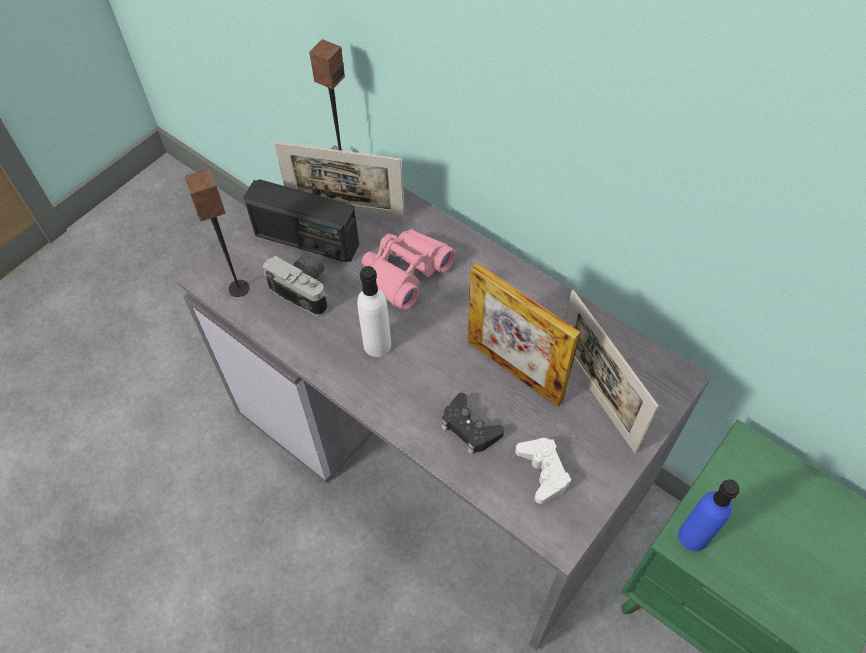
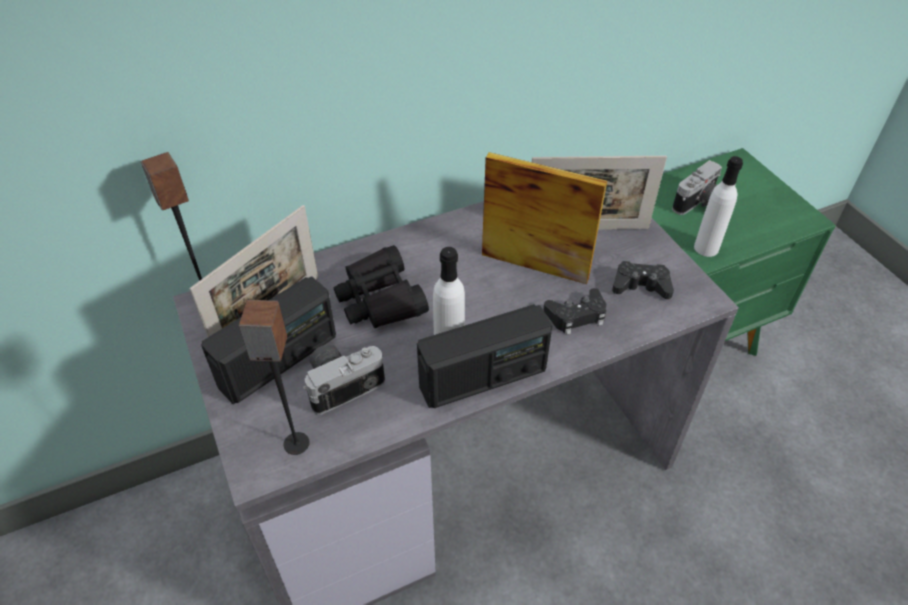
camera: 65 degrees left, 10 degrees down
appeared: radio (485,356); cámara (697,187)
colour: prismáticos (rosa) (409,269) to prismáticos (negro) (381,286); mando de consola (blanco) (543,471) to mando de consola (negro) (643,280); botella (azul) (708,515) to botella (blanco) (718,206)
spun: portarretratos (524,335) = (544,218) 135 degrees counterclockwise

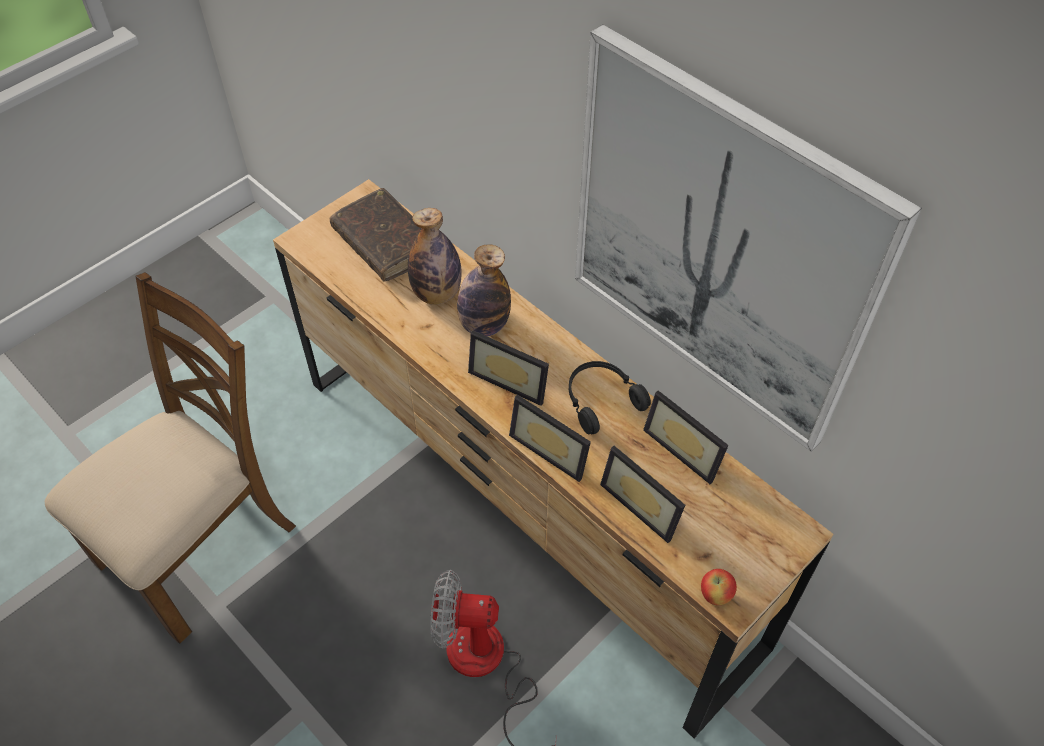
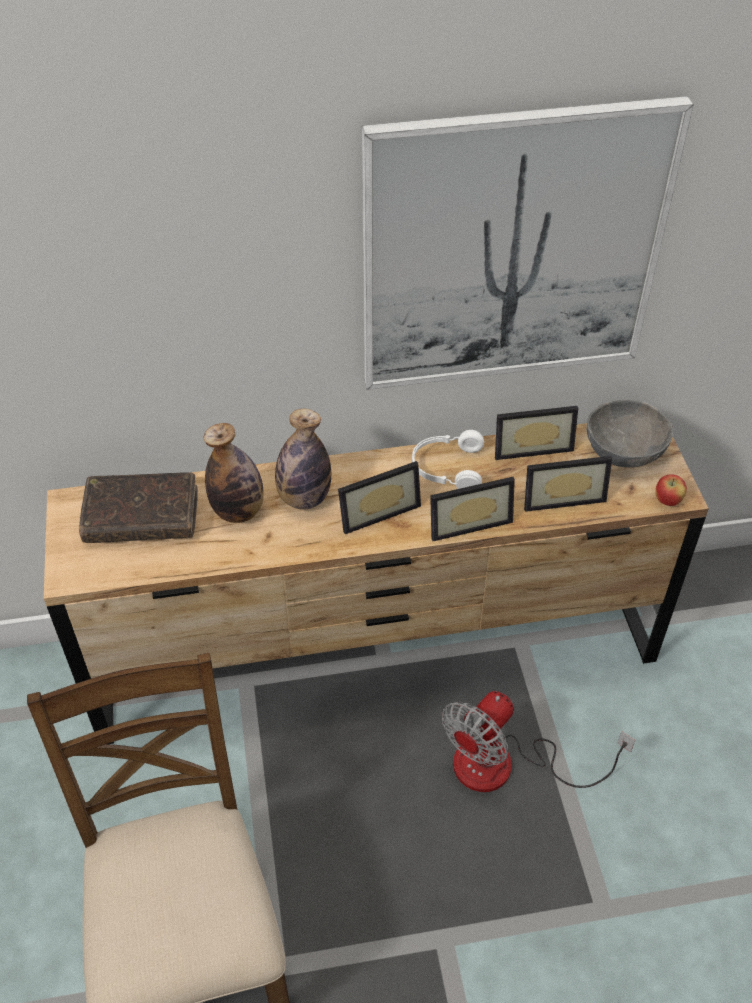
camera: 55 degrees left, 5 degrees down
appeared: cuenco (gris) (630,433)
colour: auriculares (negro) (610,397) to auriculares (blanco) (448,459)

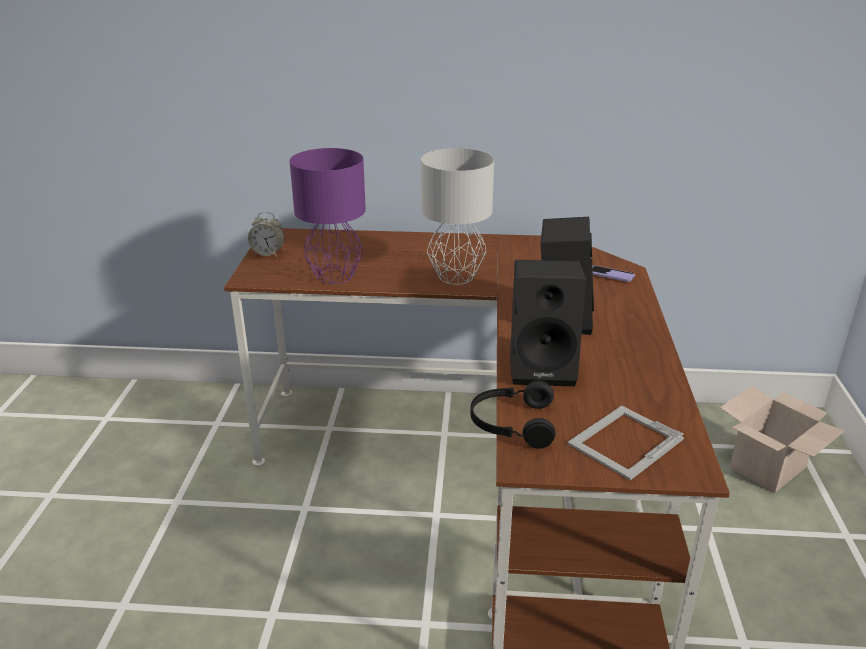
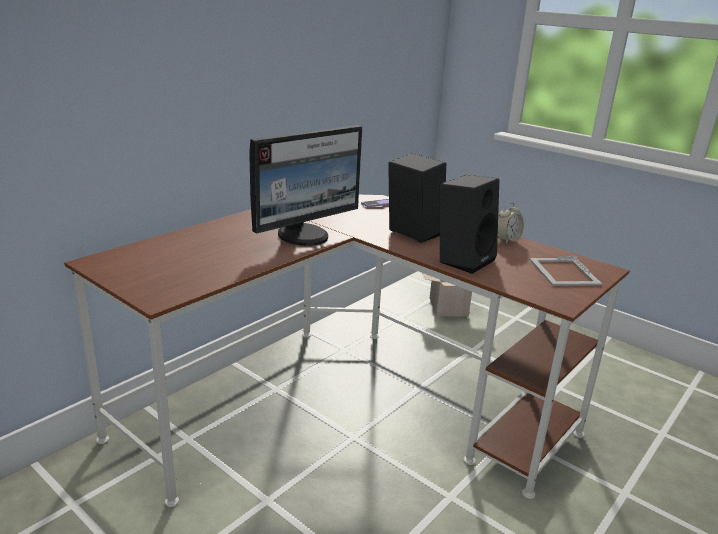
camera: 55 degrees left, 5 degrees down
missing: lámpara de mesa (morado) (328,216); auriculares (negro) (513,414)
relocated: despertador (266,234) to (511,223)
exchanged: lámpara de mesa (gris) (457,216) to monitor (305,185)

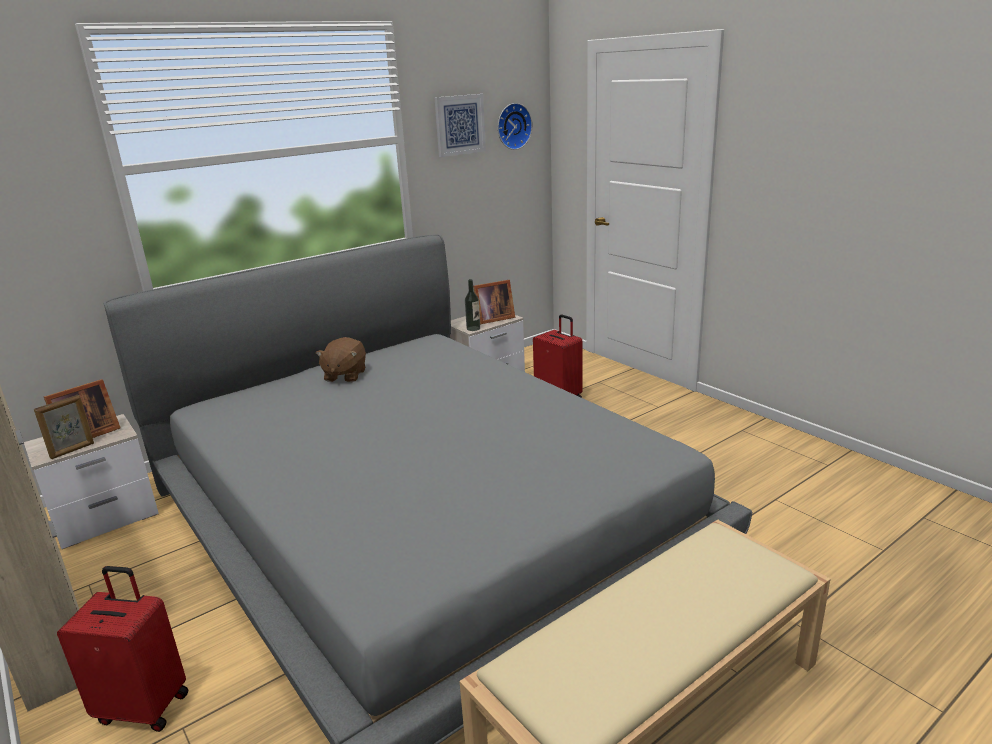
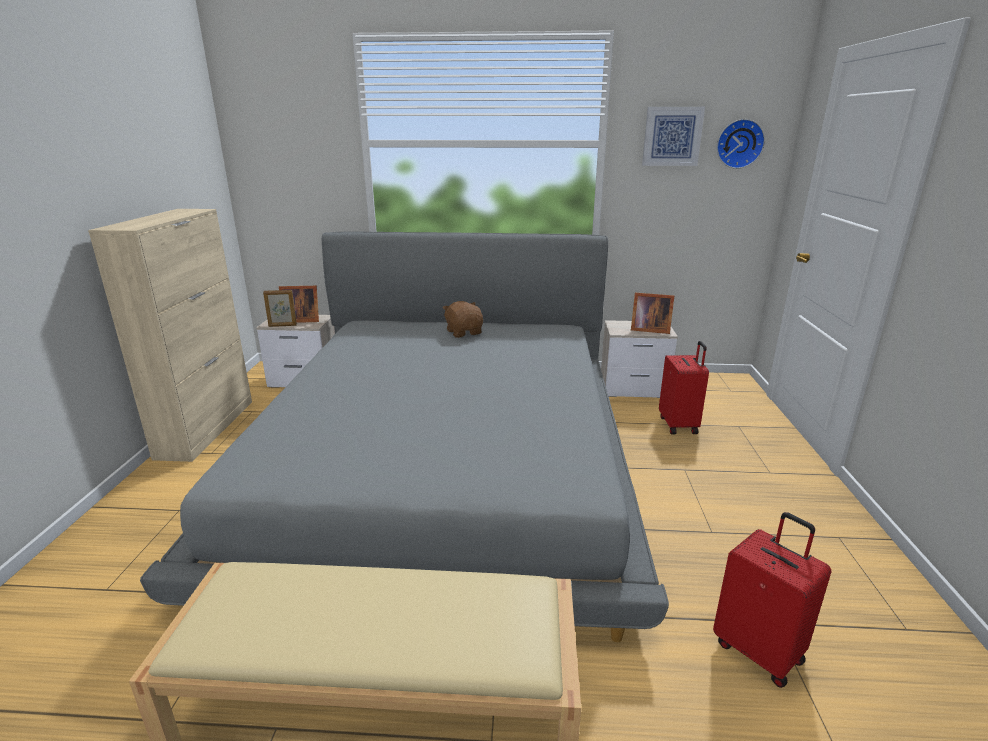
camera: 40 degrees right, 0 degrees up
missing: botella (472,305)
relocated: maleta (rojo) (123,649) to (772,600)
spun: peluche (marrón) (341,359) = (462,319) 105 degrees clockwise

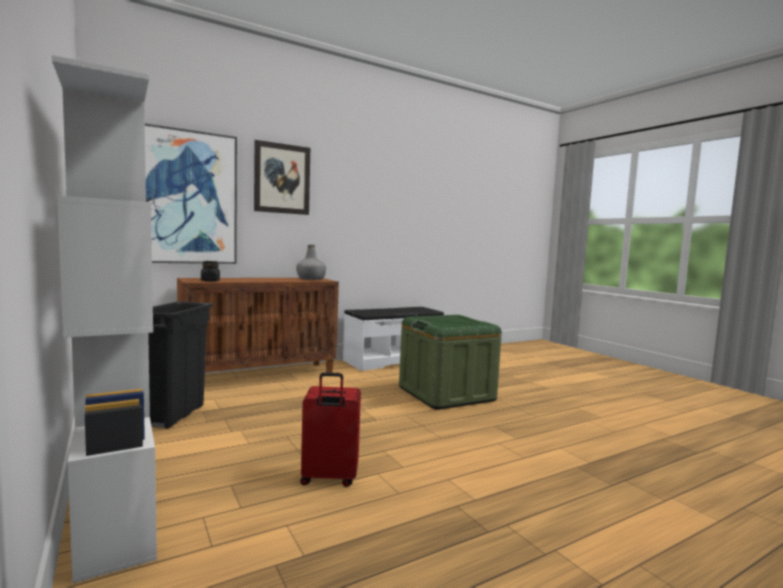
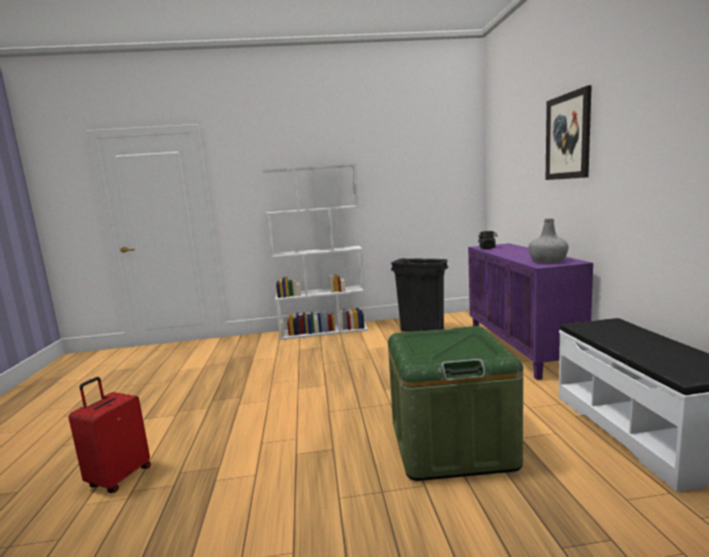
camera: 115 degrees right, 5 degrees up
missing: cuadro (191,194)
relocated: maleta (rojo) (330,429) to (110,435)
colour: armario (marrón) (258,325) to armario (morado) (530,311)

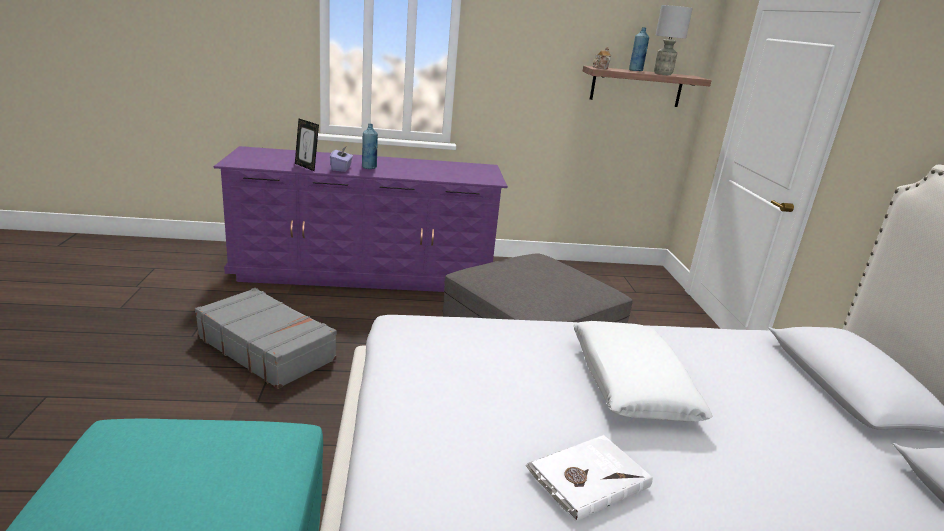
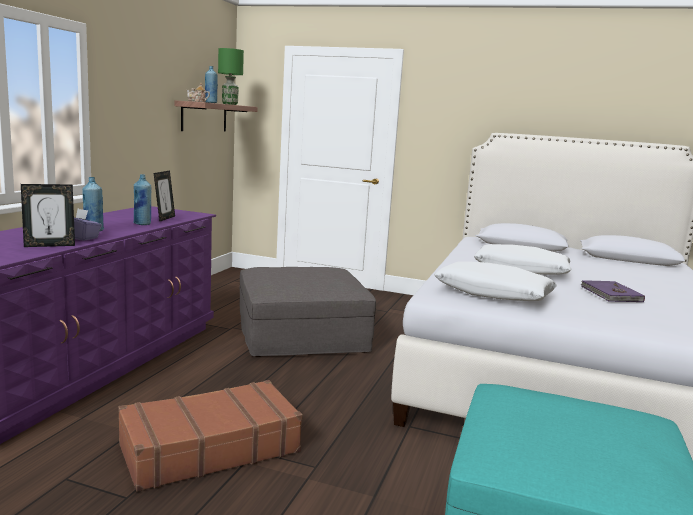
camera: 65 degrees left, 10 degrees down
appeared: botella (azul) (142,199); portarretratos (164,196); cojín (blanco) (495,281)
colour: maleta (gris) (266,338) to maleta (marrón) (210,436); lámpara de mesa (gris) (673,40) to lámpara de mesa (verde) (231,76); libro (blanco) (589,478) to libro (morado) (613,291)

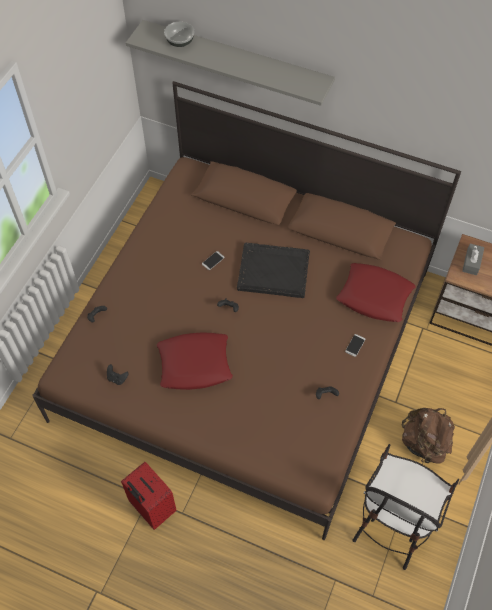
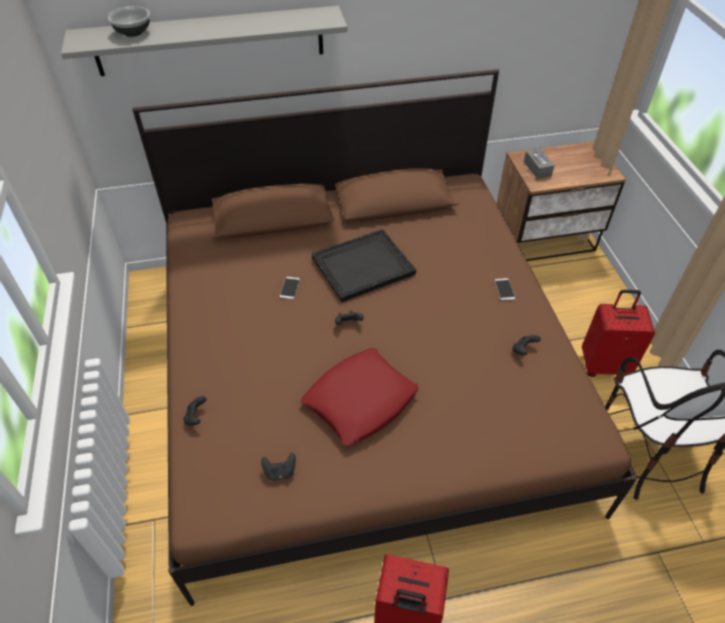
camera: 35 degrees left, 10 degrees down
missing: cojín (rojo) (376,292)
exchanged: mochila (marrón) (428,436) to maleta (rojo) (618,333)

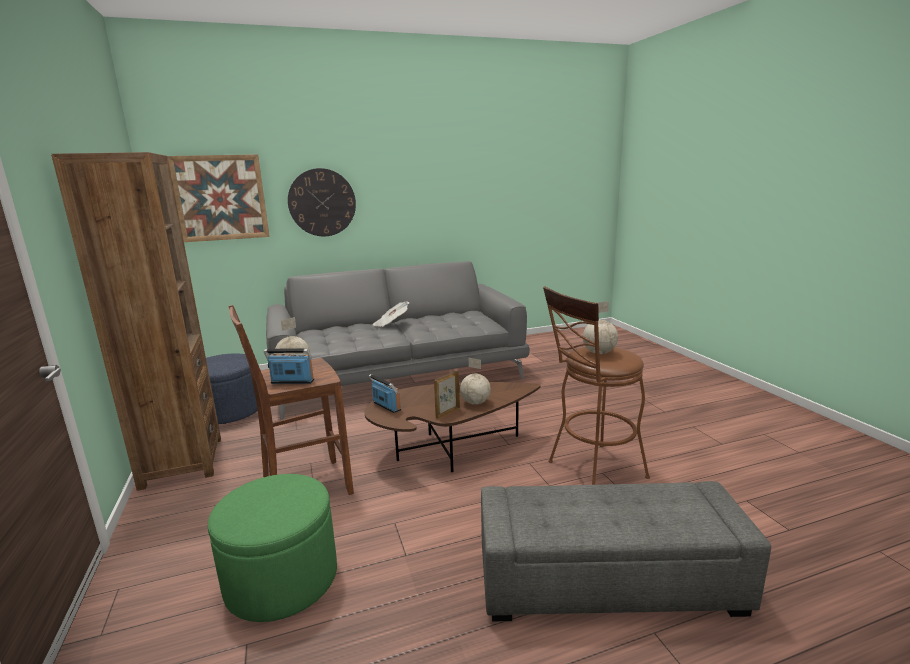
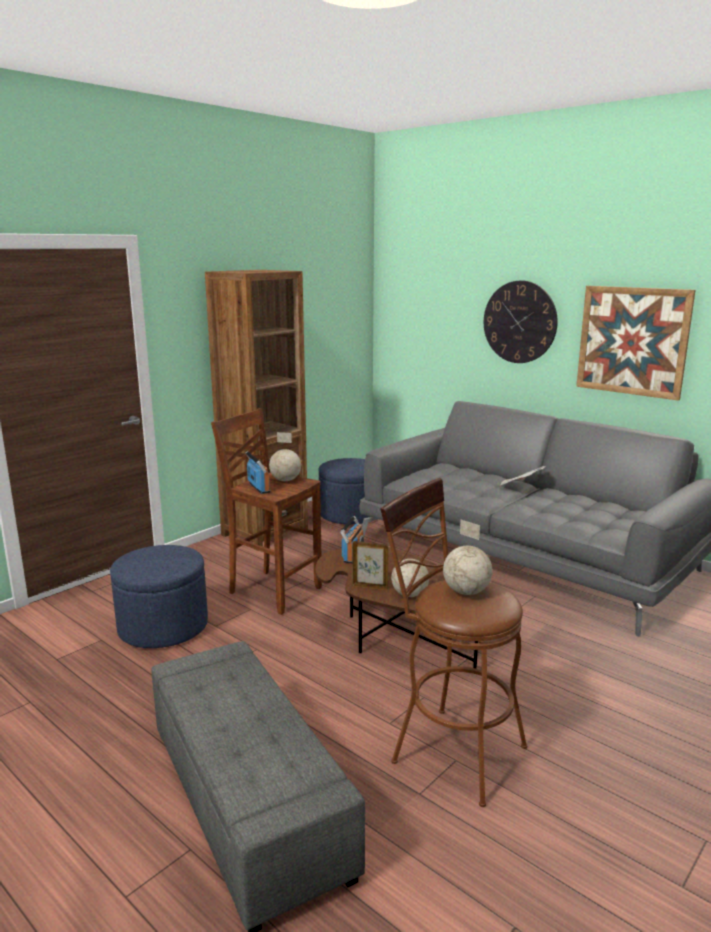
camera: 60 degrees right, 0 degrees up
relocated: cuadro (219,198) to (636,343)
colour: puf (verde) (272,548) to puf (azul) (159,596)

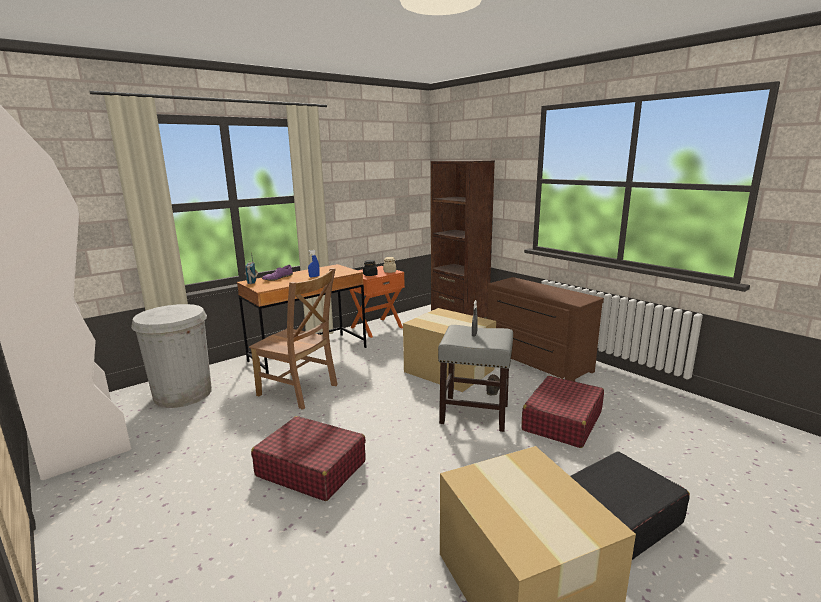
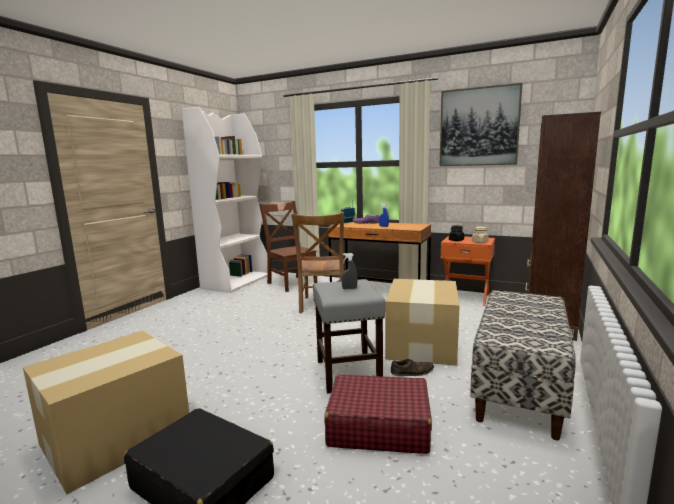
camera: 65 degrees right, 5 degrees down
missing: maleta (rojo) (308,458)
appeared: cuadro (481,124)
exchanged: papelera (blanco) (171,356) to silla (marrón) (288,246); cómoda (marrón) (545,329) to banco (523,365)

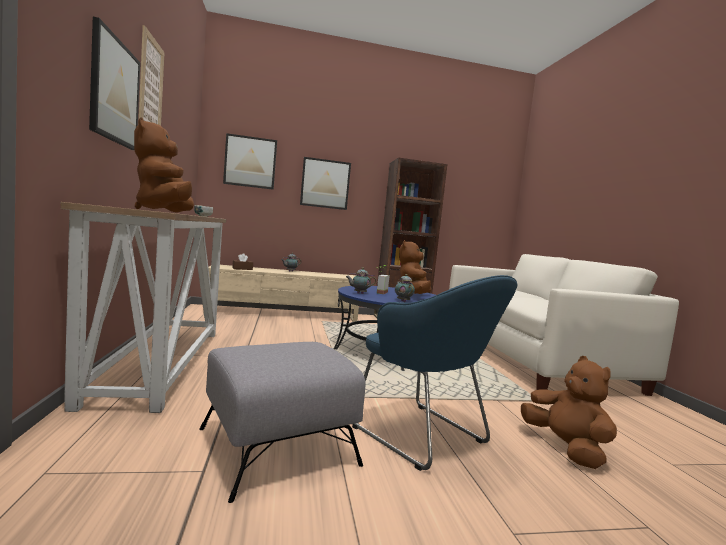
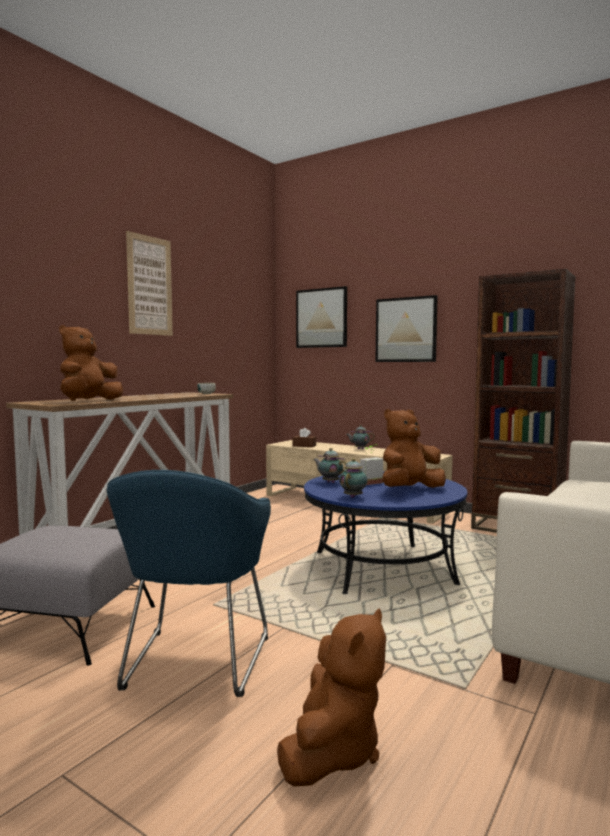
camera: 45 degrees right, 0 degrees up
missing: cuadro (114,83)

